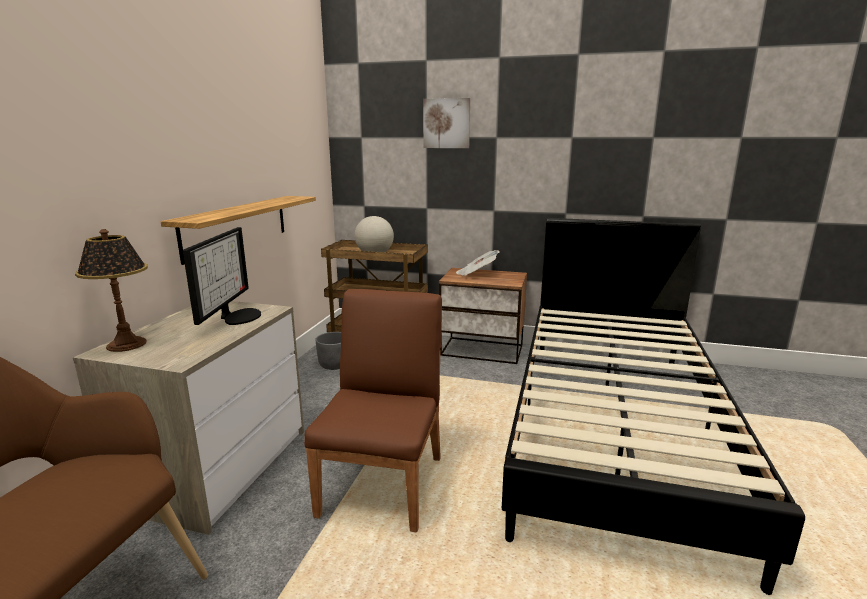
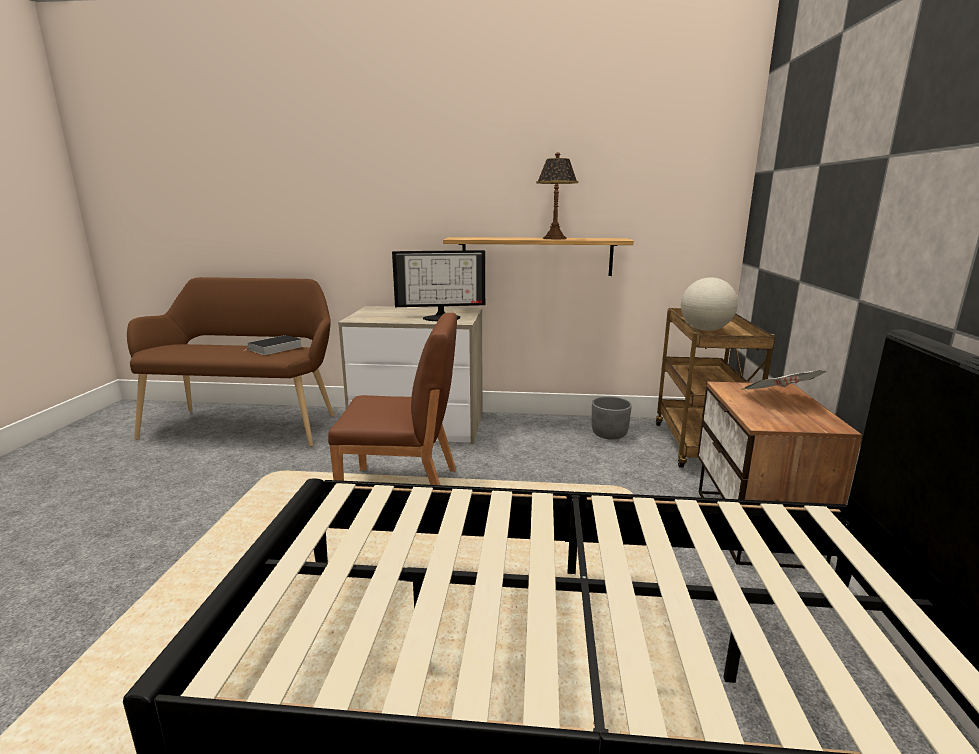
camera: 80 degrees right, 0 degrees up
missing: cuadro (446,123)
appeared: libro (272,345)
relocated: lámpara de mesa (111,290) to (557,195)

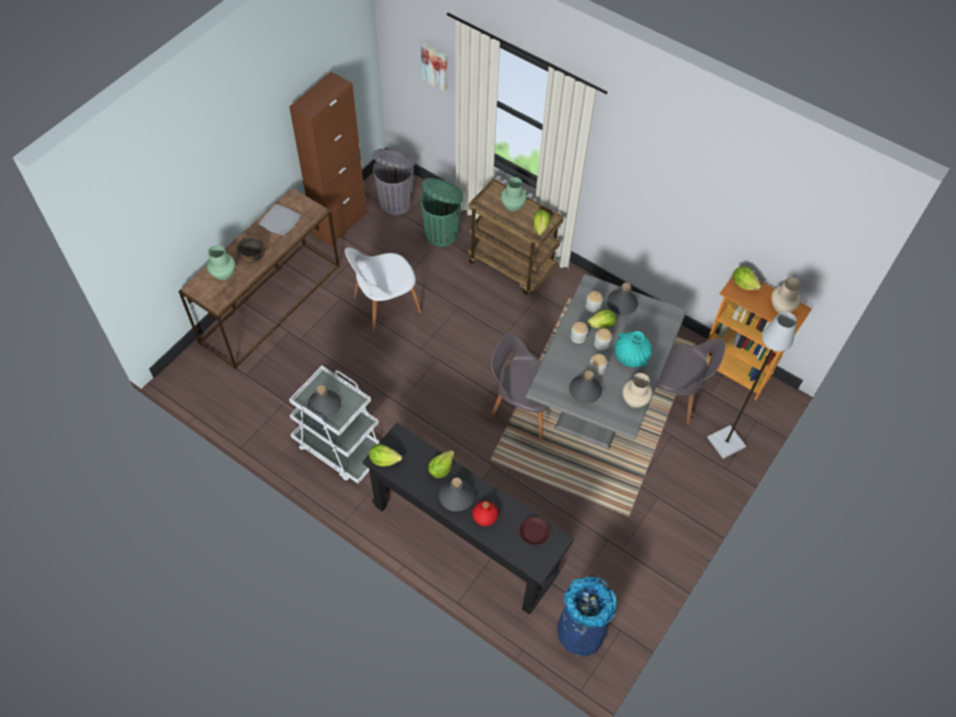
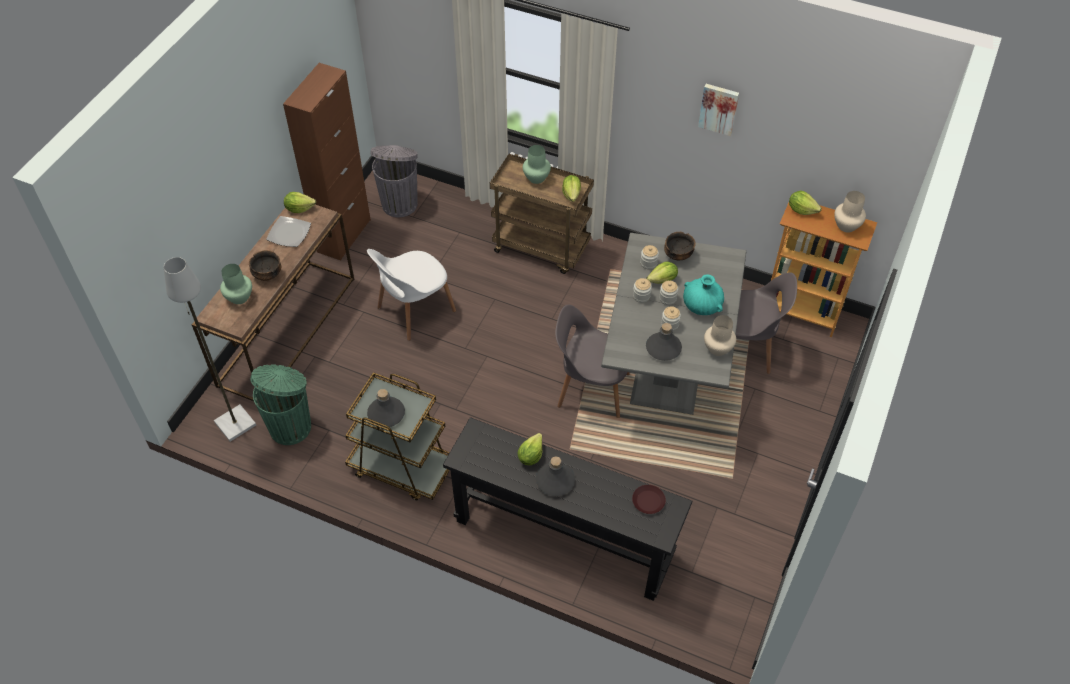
camera: 10 degrees left, 5 degrees down
missing: botella (rojo) (485,513); papelera (azul) (587,616)
relocated: lámpara de pie (gris) (752,385) to (210,349); papelera (verde) (442,212) to (280,404); lechuga (386,455) to (300,202); cuadro (434,66) to (718,110)
exchanged: botella (gris) (622,299) to cuenco (680,246)
colour: carrito (blanco) (334,425) to carrito (marrón) (397,436)

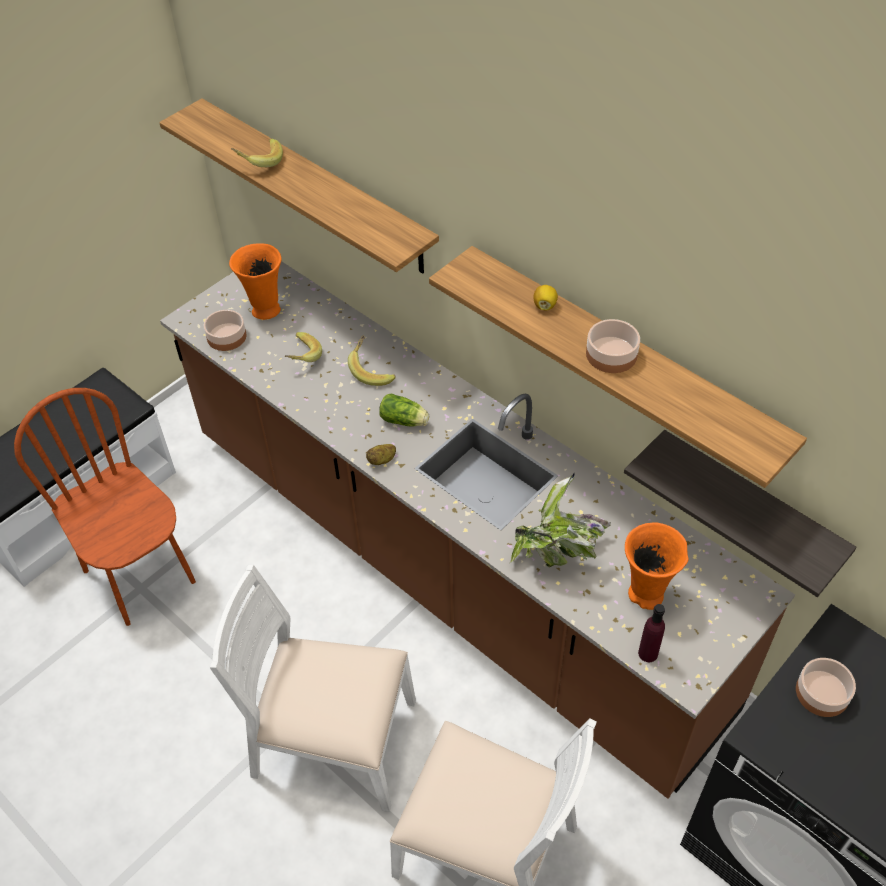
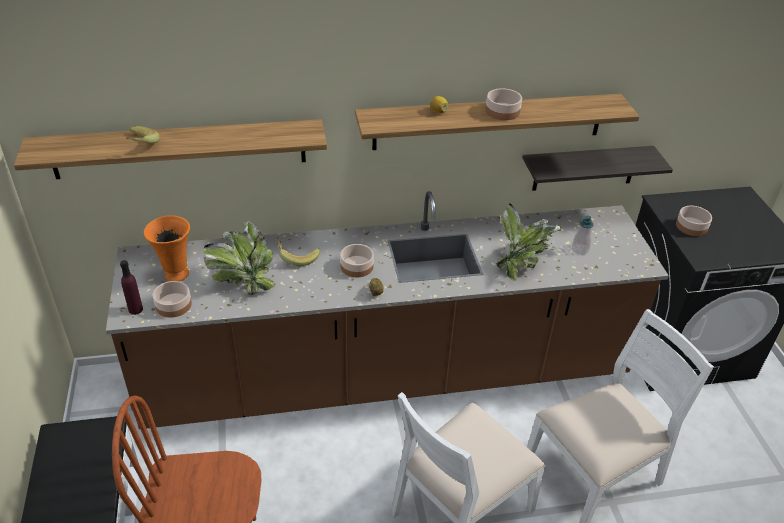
camera: 55 degrees left, 10 degrees down
relocated: botella (morado) (651,633) to (131,287)
exchanged: plátano (303,347) to planta en maceta (239,258); lechuga (404,410) to cuenco (357,260); florero (naranja) (656,566) to dispensador de jabón (582,235)

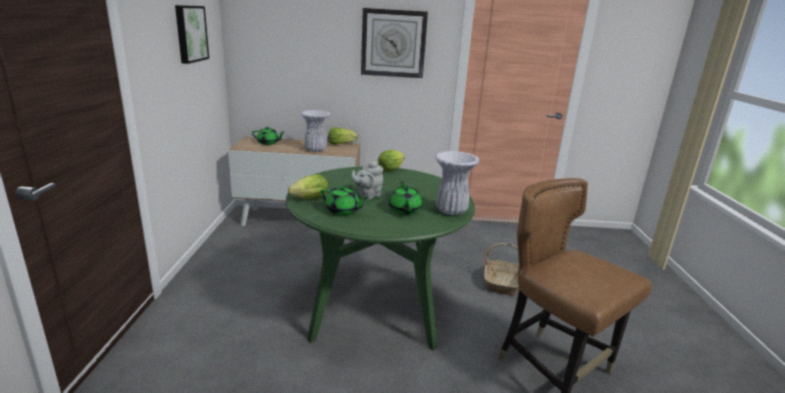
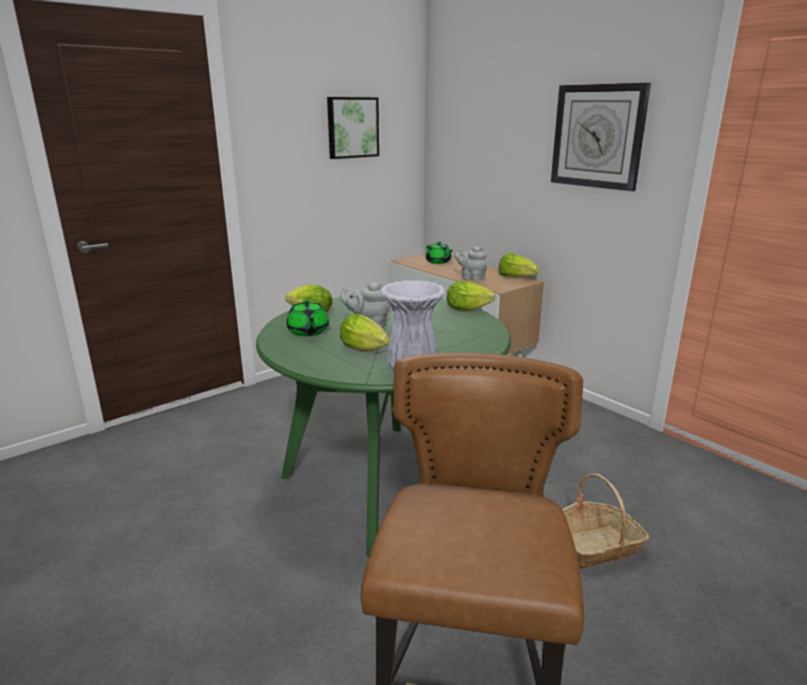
camera: 50 degrees right, 0 degrees up
exchanged: tetera (verde) (405,198) to lechuga (364,332); florero (blanco) (315,131) to tetera (gris) (470,263)

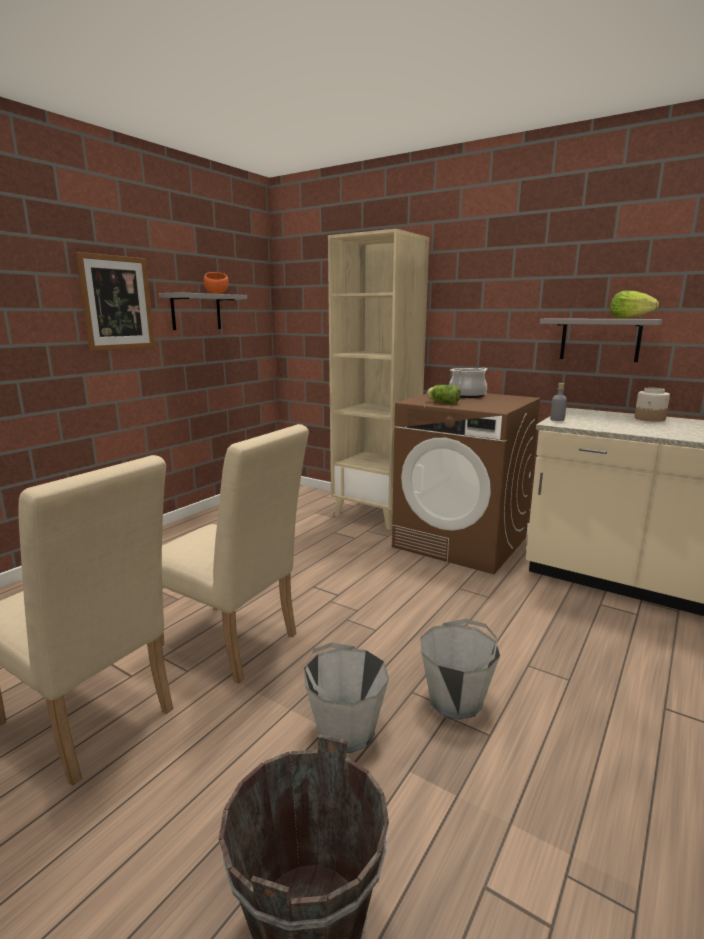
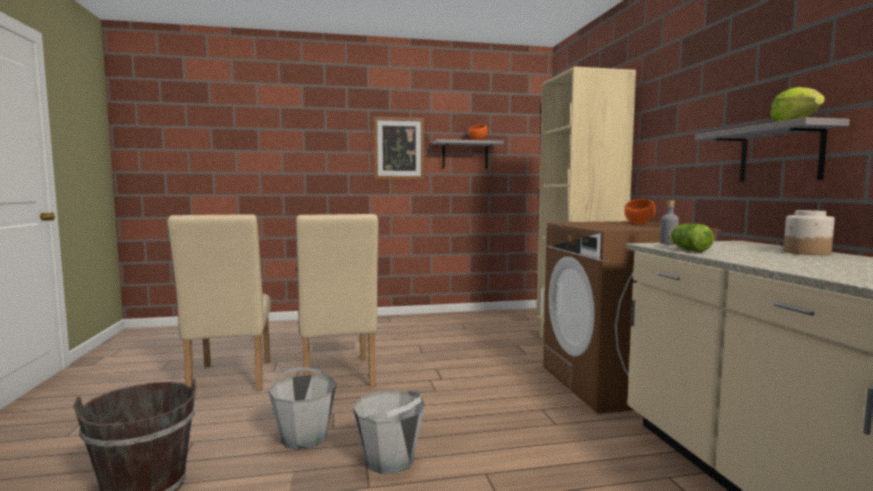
camera: 45 degrees right, 10 degrees down
relocated: lechuga (443,394) to (691,237)
exchanged: olla (468,383) to cuenco (naranja) (639,211)

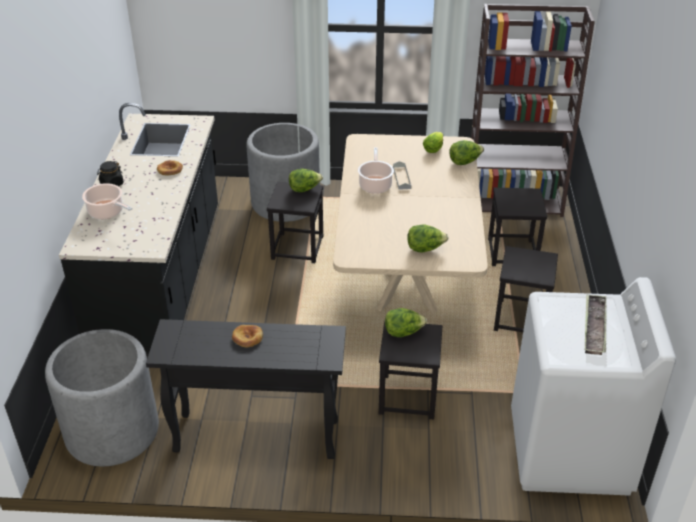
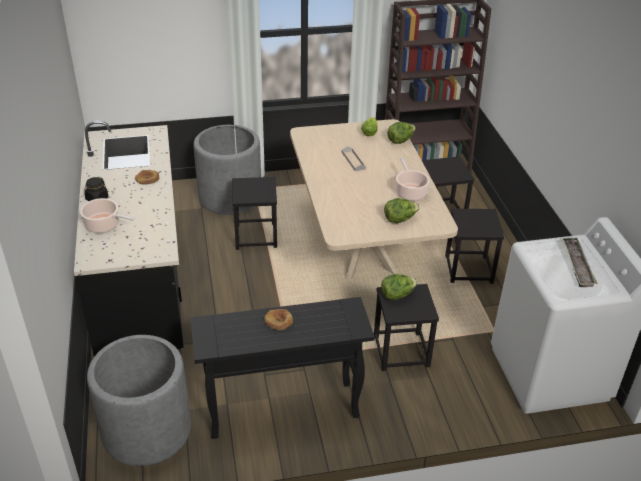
camera: 15 degrees left, 0 degrees up
missing: lechuga (306,180)
relocated: olla (376,170) to (413,179)

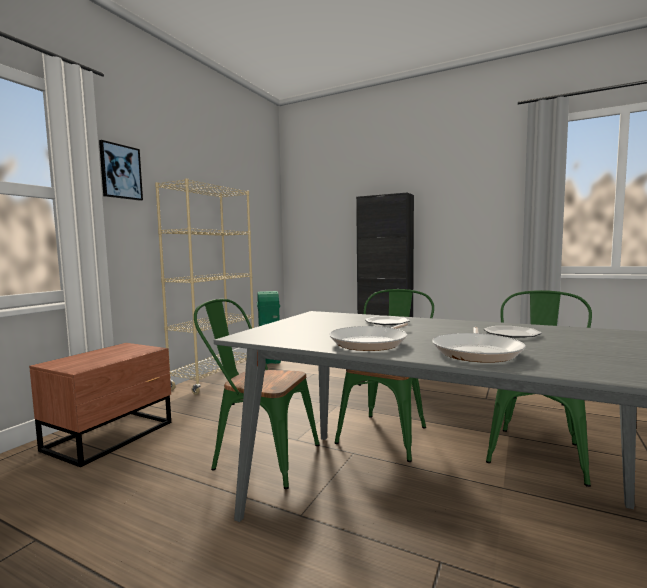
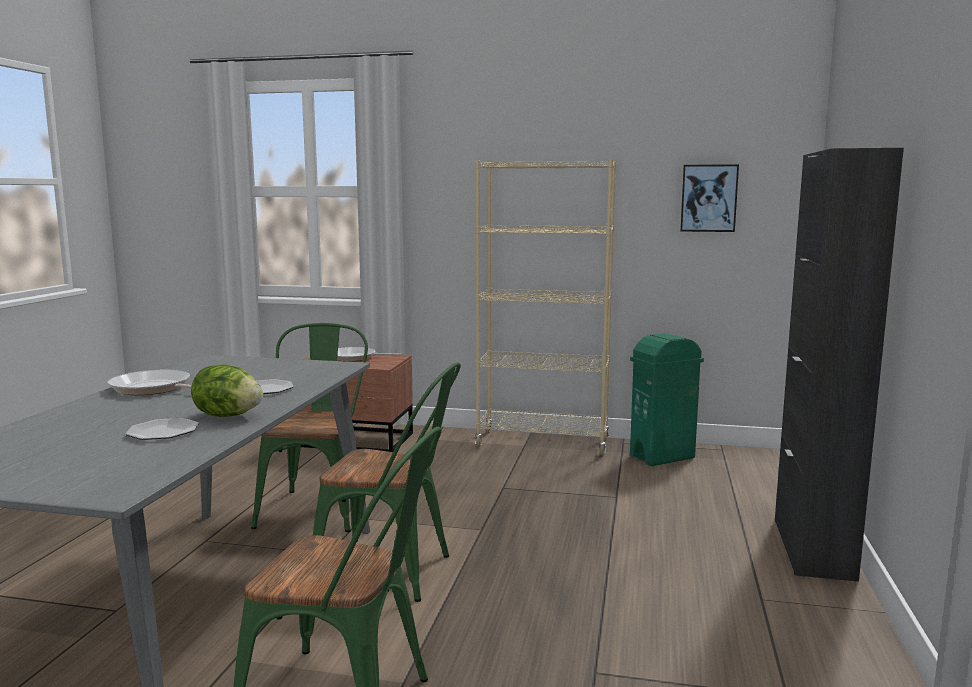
camera: 75 degrees right, 5 degrees up
appeared: lechuga (227,391)
relocated: sartén (479,345) to (369,354); cuadro (121,170) to (709,198)

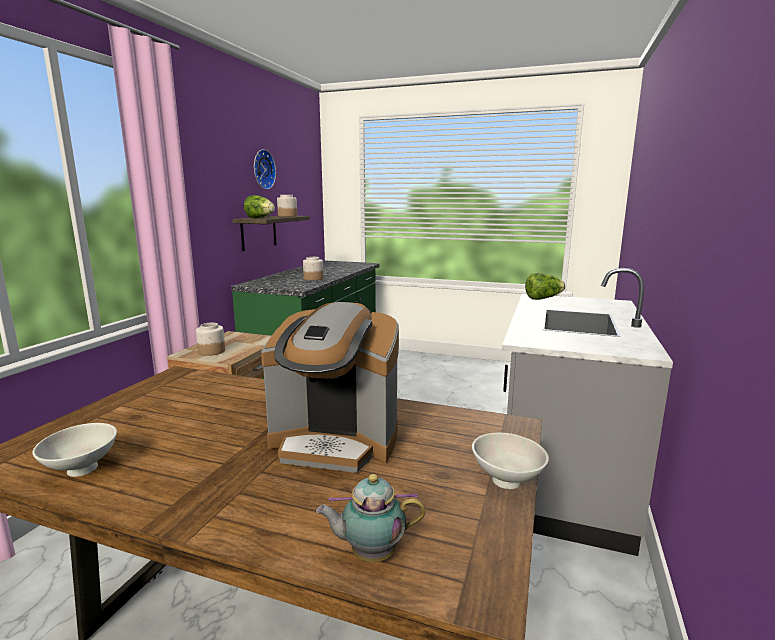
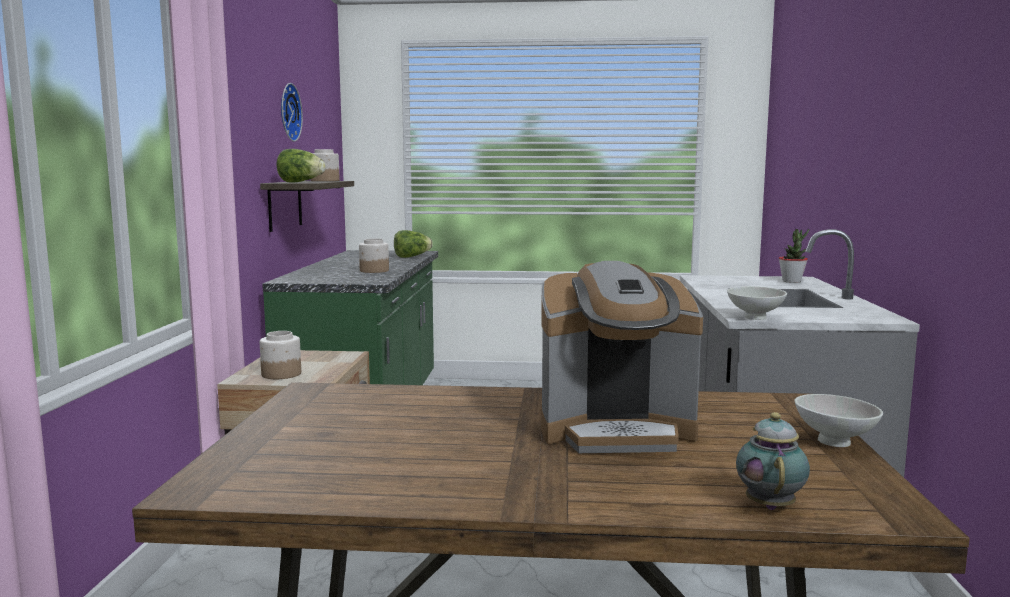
camera: 15 degrees left, 5 degrees down
appeared: planta en maceta (794,256)
relocated: lechuga (545,286) to (413,244); cuenco (blanco) (74,450) to (757,303)
spun: tetera (370,518) = (773,461) 120 degrees clockwise

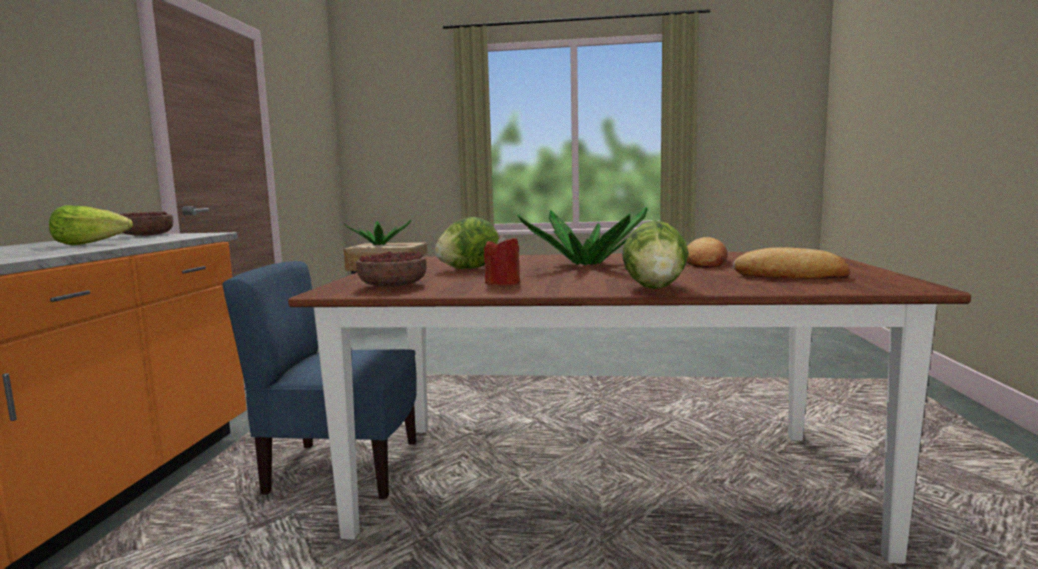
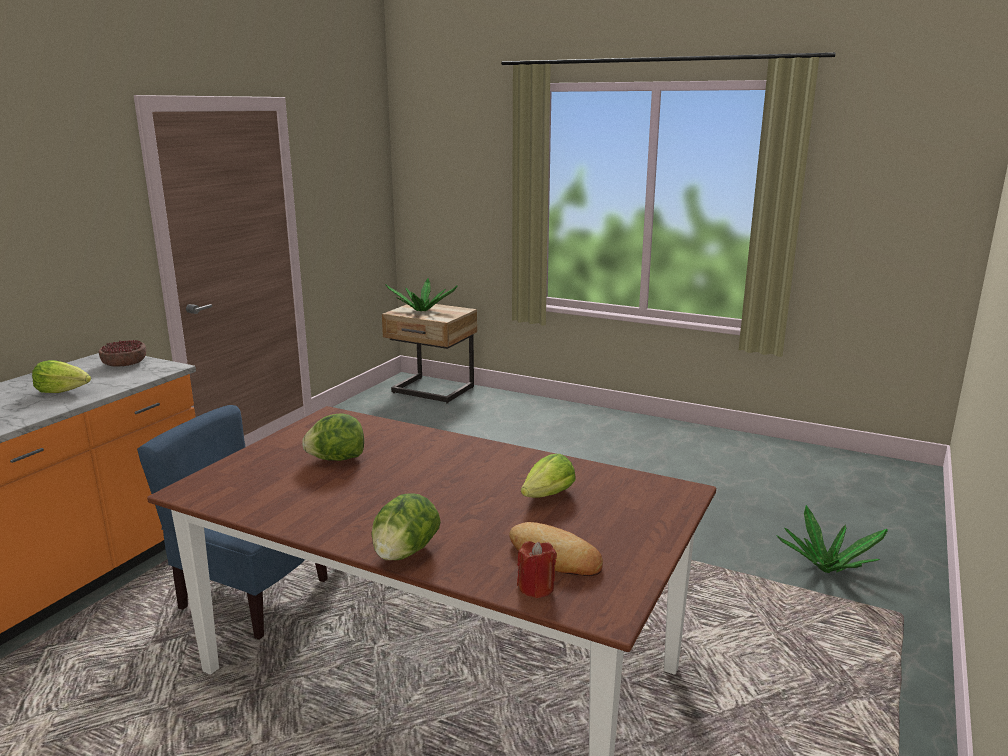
camera: 20 degrees right, 10 degrees up
missing: cuenco (391,269)
relocated: vela (rojo) (502,259) to (537,569); planta en maceta (582,236) to (832,539)
exchanged: pan (707,252) to lechuga (548,476)

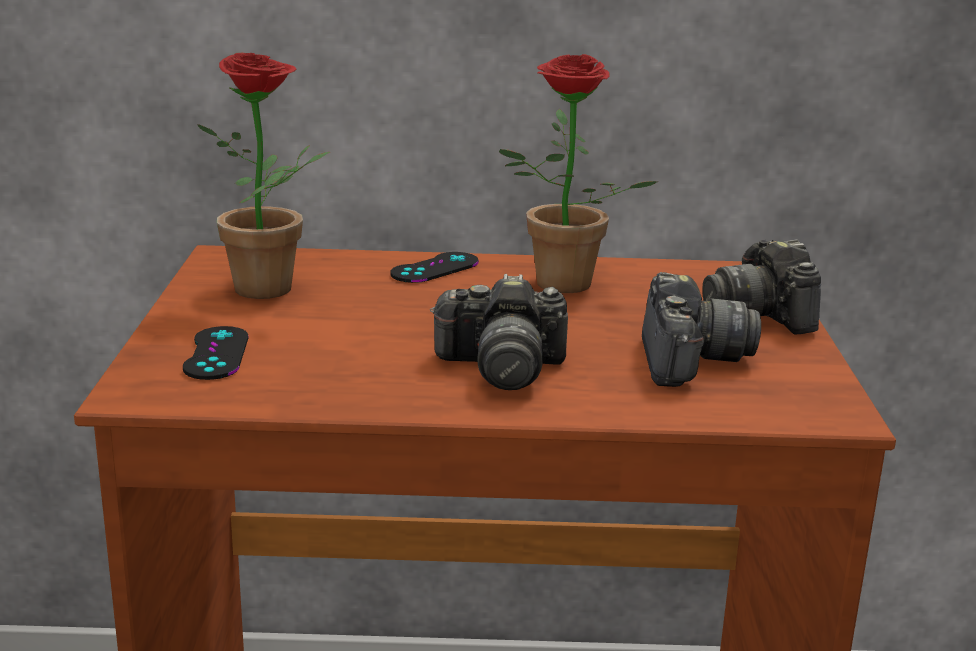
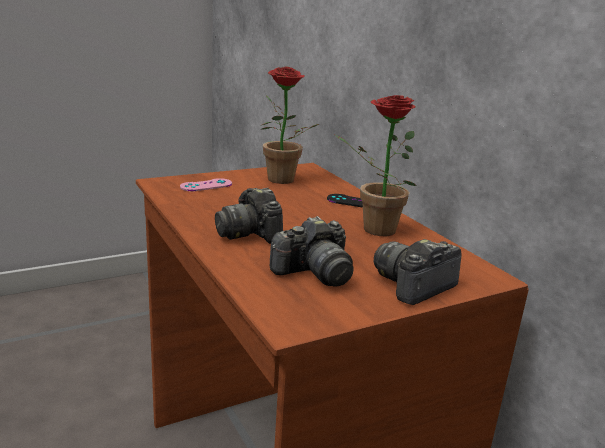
camera: 60 degrees right, 0 degrees up
colour: mando de consola (negro) (215,353) to mando de consola (rosa) (206,184)

